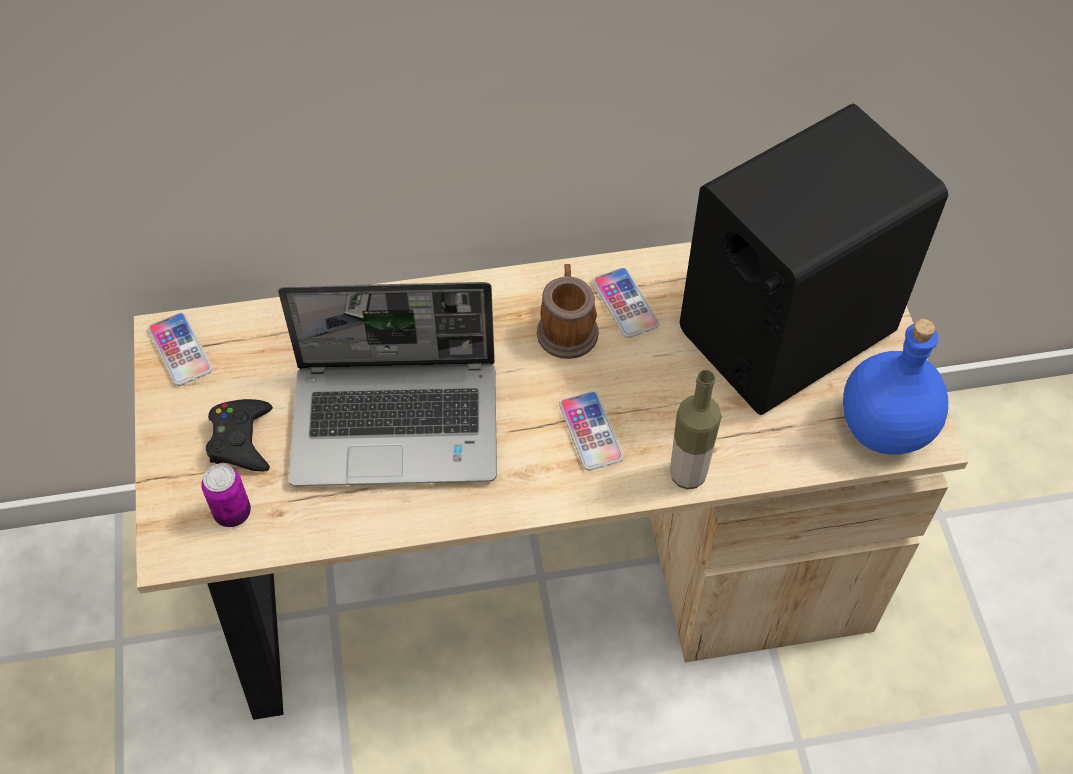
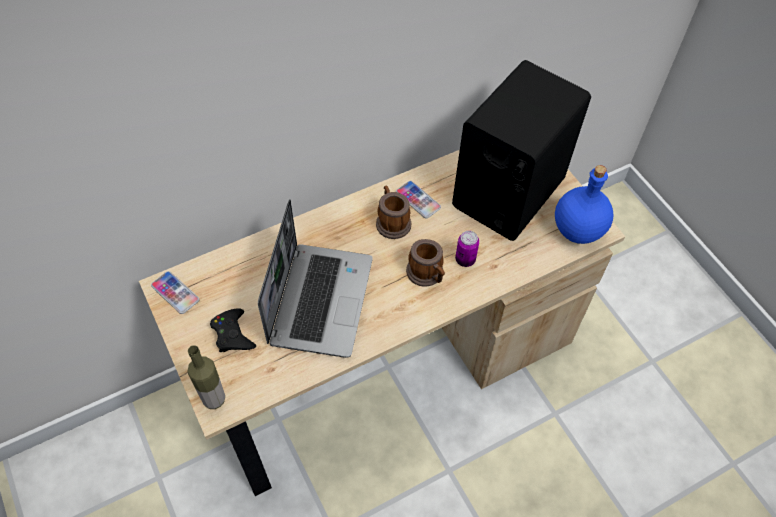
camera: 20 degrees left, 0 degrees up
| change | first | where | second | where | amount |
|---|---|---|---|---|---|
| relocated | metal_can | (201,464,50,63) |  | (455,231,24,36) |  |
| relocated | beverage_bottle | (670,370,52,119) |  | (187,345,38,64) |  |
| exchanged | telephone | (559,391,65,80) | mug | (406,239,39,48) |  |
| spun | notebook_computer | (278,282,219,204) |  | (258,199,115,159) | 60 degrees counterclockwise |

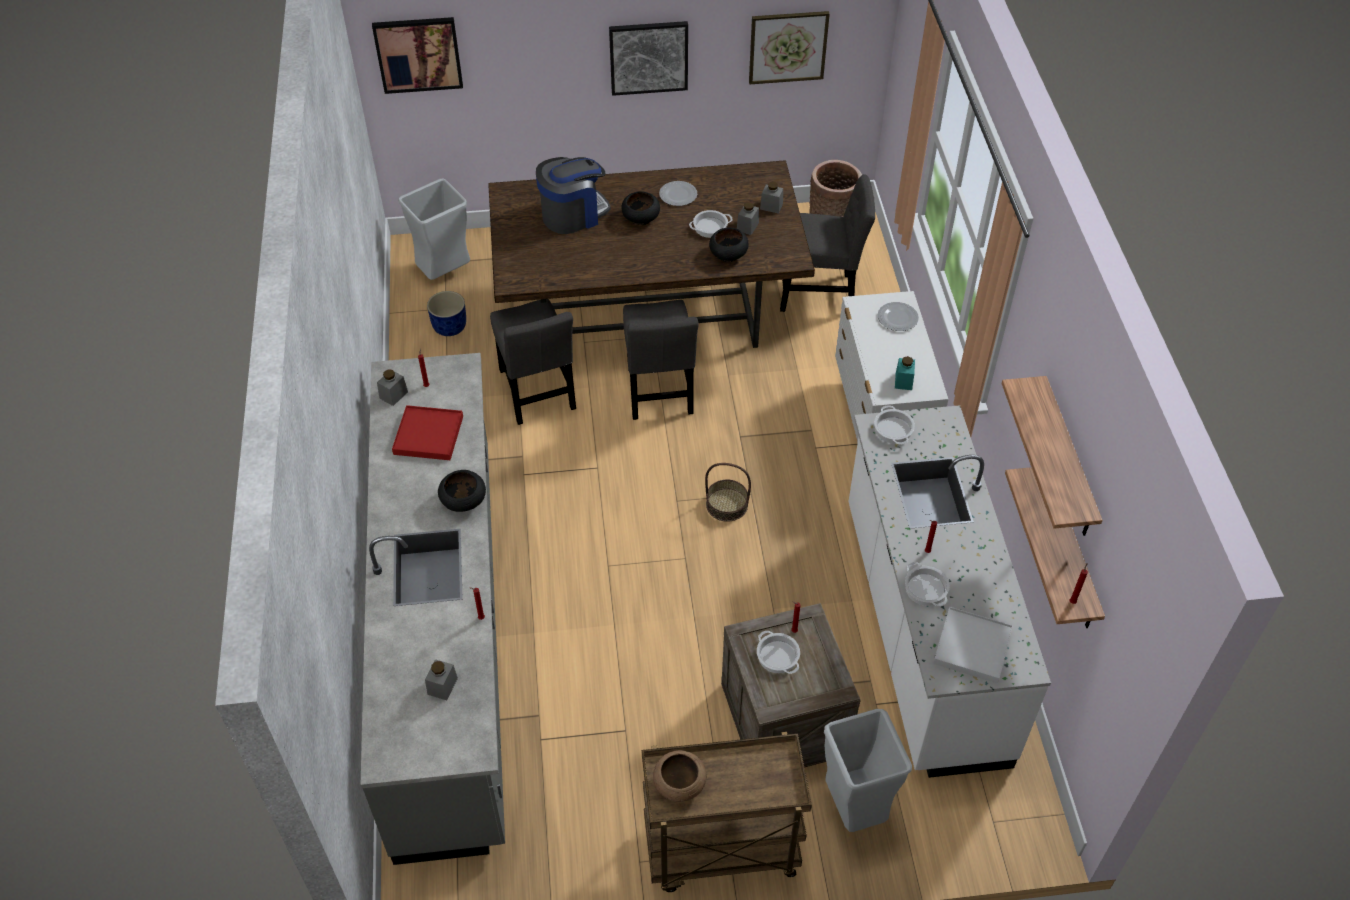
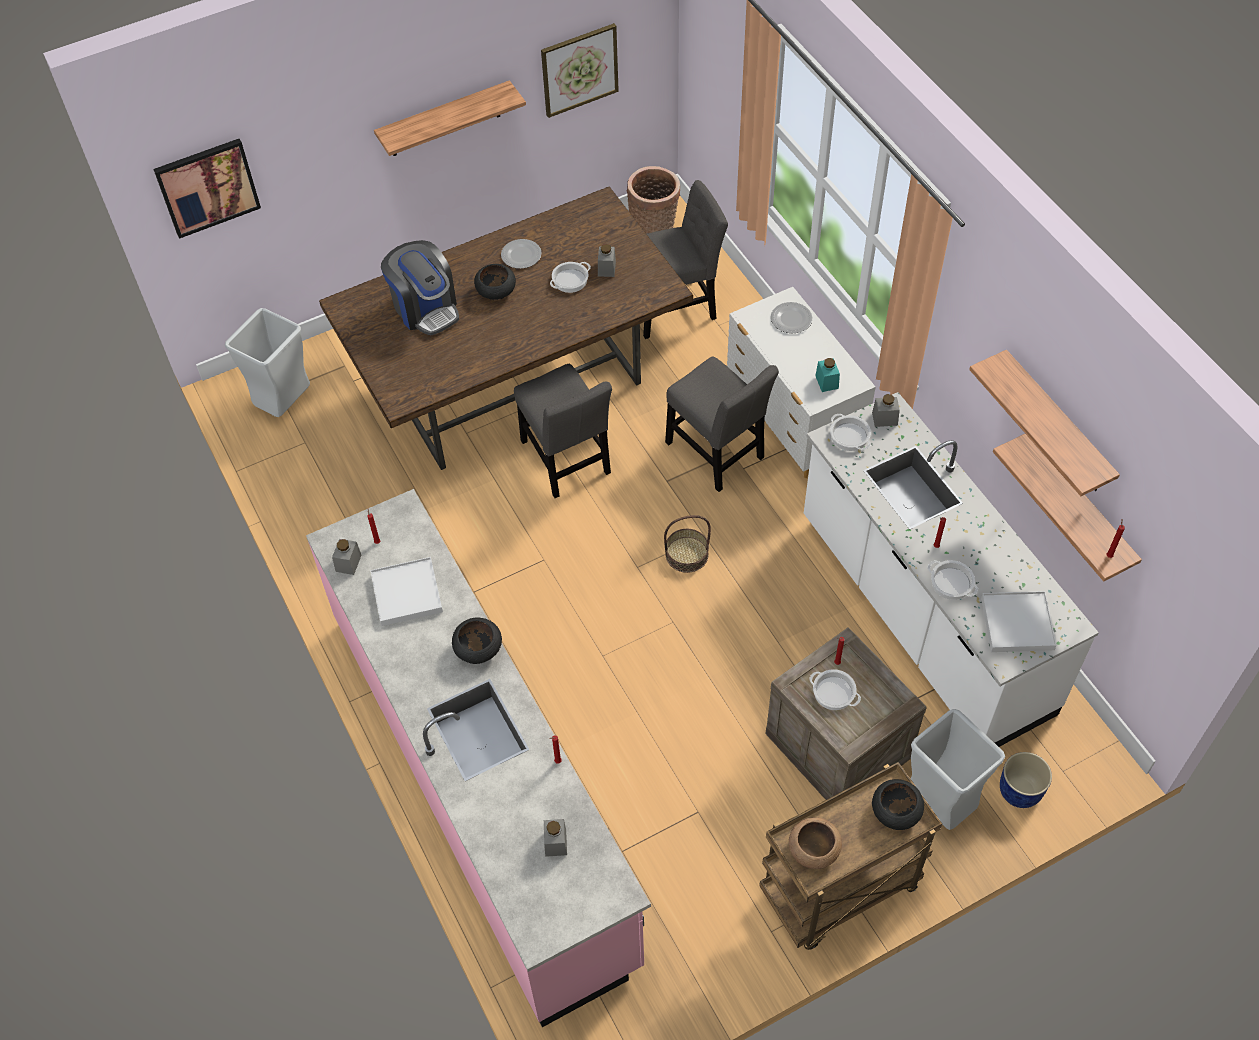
camera: 20 degrees left, 5 degrees up
| change | first | where | second | where | amount |
|---|---|---|---|---|---|
| relocated | bluish_flower_pot | (427,291,39,45) |  | (1000,752,52,56) |  |
| relocated | grey_chair | (490,299,86,126) |  | (665,356,114,136) |  |
| relocated | black_serving_bowl | (709,227,39,35) |  | (872,779,52,51) |  |
| relocated | grey_storage_jar | (760,182,23,32) |  | (872,394,28,33) |  |
| exchanged | wall_picture | (609,21,79,75) | wall_shelf | (374,80,152,76) |  |
| colour | grey_kitchen_base_unit | (361,353,144,512) | pink-coloured_kitchen_base_unit | (306,489,345,538) |  |
| colour | reddish_serving_tray | (392,405,71,55) | white-coloured_serving_tray | (370,557,73,69) |  |
| spun | coffee_brewer | (536,157,75,77) |  | (381,240,78,95) | 105 degrees clockwise |

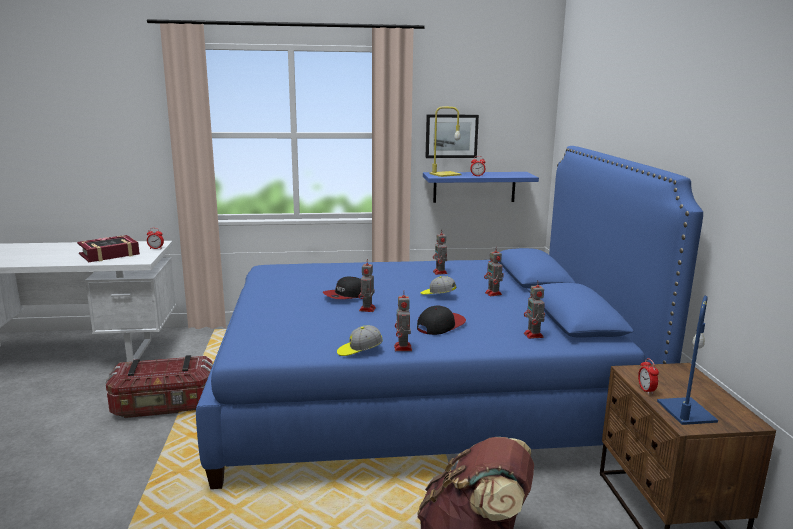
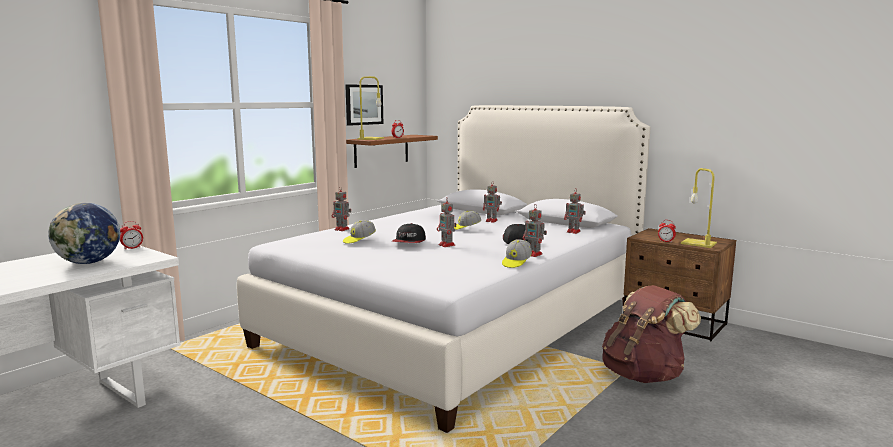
camera: 45 degrees left, 5 degrees down
| change | first | where | second | where | amount |
|---|---|---|---|---|---|
| missing | storage_container | (106,355,107,63) |  |  |  |
| appeared |  |  | peaked_cap | (343,220,33,24) |  |
| relocated | toy_robot | (433,233,15,42) |  | (332,186,19,45) |  |
| exchanged | book | (77,235,63,27) | desk_globe | (48,203,72,61) |  |
| colour | bluish_bedroom_bed | (196,146,507,343) | white-coloured_bedroom_bed | (237,105,413,328) |  |
| colour | bluish_wall_shelf | (423,172,116,31) | brownish_wall_shelf | (346,135,92,33) |  |
| colour | bluish_lamp_for_a_table | (657,296,61,129) | yellow-coloured_lamp_for_a_table | (681,168,36,80) |  |

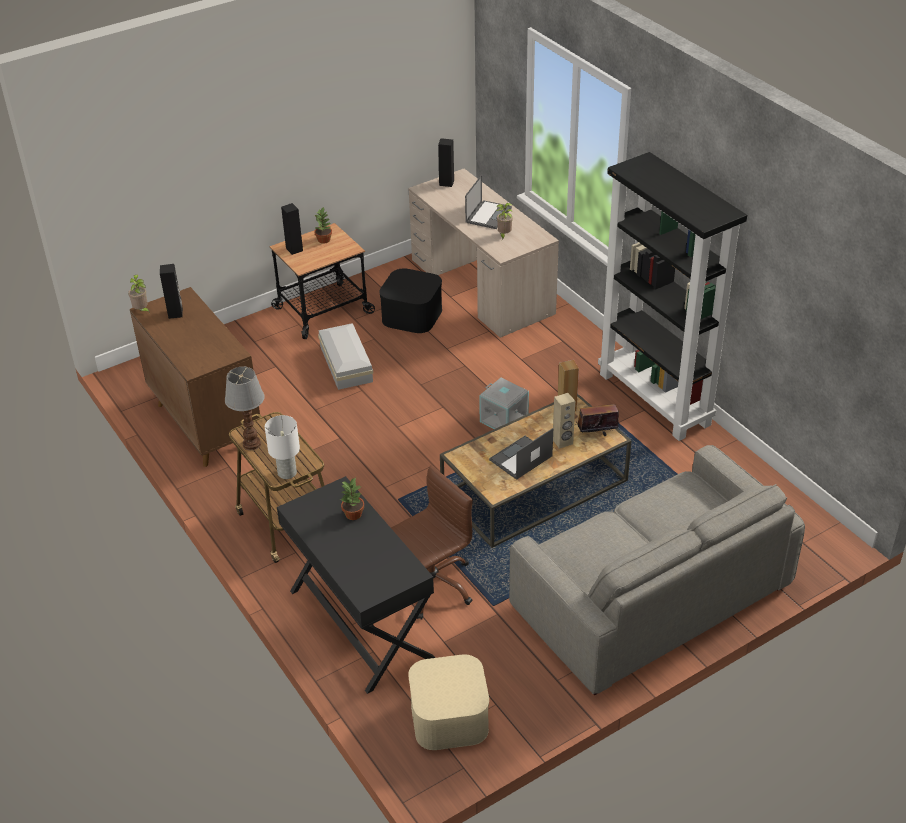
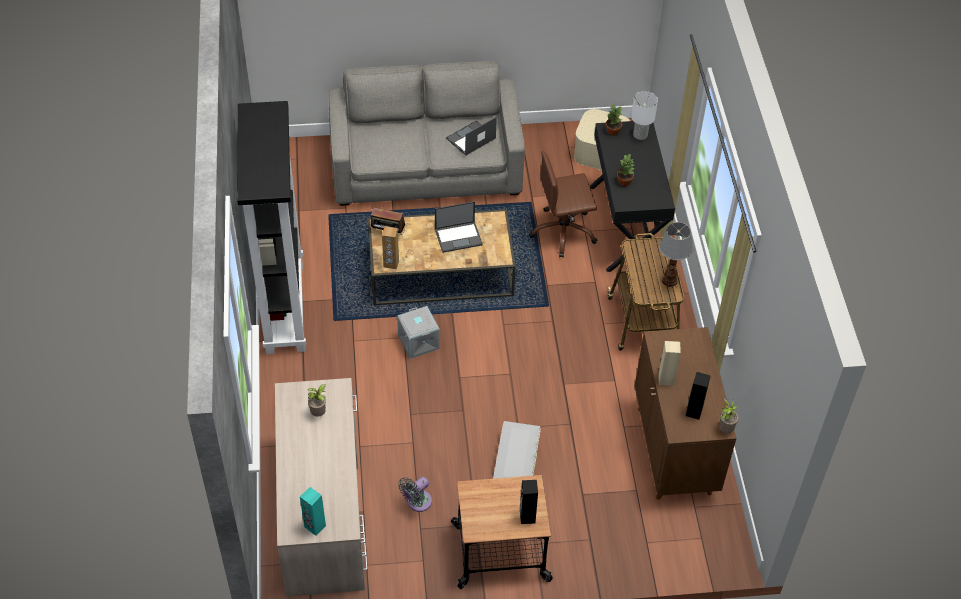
camera: 155 degrees left, 10 degrees up
| change | first | where | second | where | amount |
|---|---|---|---|---|---|
| relocated | white-coloured_lamp_for_a_table | (265,415,35,64) |  | (631,91,27,49) |  |
| relocated | potted_plant | (315,207,17,37) |  | (606,104,17,31) |  |
| relocated | notebook_computer | (465,175,47,54) |  | (446,117,51,39) |  |
| relocated | sand-coloured_speaker | (553,393,22,56) |  | (658,341,23,45) |  |
| exchanged | black_storage_container | (379,268,63,65) | grey_cooling_fan | (398,477,34,35) |  |
| colour | black_speaker | (438,138,16,49) | turquoise-coloured_speaker | (300,487,26,49) |  |

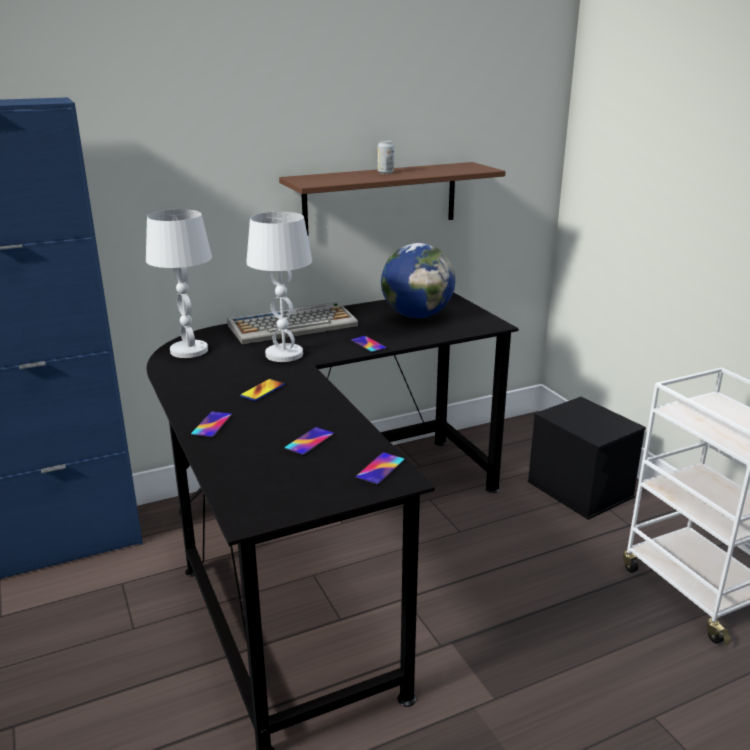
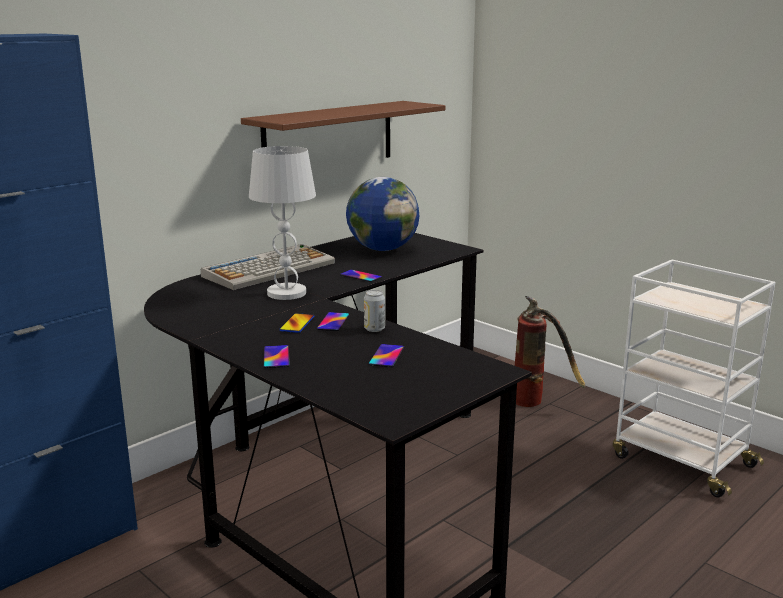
camera: 20 degrees left, 5 degrees down
| change | first | where | second | where | amount |
|---|---|---|---|---|---|
| missing | white-coloured_lamp_for_a_table | (146,209,66,149) |  |  |  |
| relocated | telephone | (355,452,50,33) |  | (317,312,32,19) |  |
| relocated | metal_can | (377,141,17,33) |  | (364,290,21,42) |  |
| exchanged | black_storage_container | (528,397,118,123) | fire_extinguisher | (515,296,70,111) |  |

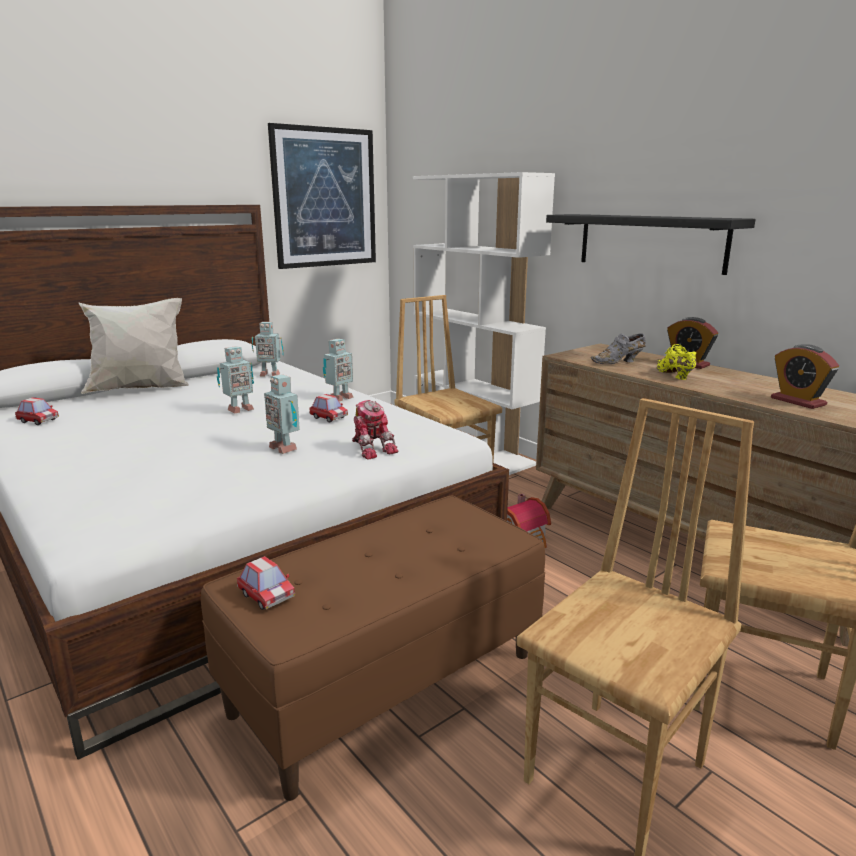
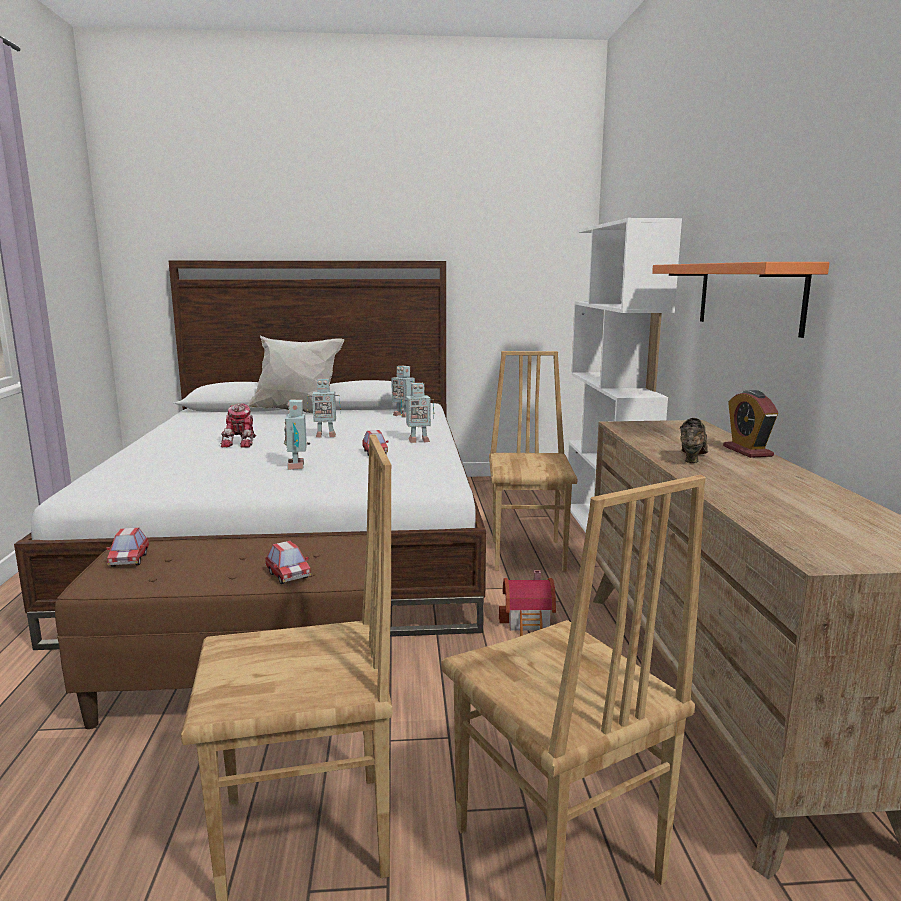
camera: 35 degrees right, 5 degrees down
| change | first | where | second | where | amount |
|---|---|---|---|---|---|
| missing | wall_picture | (268,123,108,146) |  |  |  |
| missing | grey_item_of_footwear | (591,333,55,31) |  |  |  |
| missing | bedside_clock | (771,344,68,65) |  |  |  |
| relocated | toy_car | (15,397,44,28) |  | (265,541,46,43) |  |
| relocated | toy_robot | (352,400,47,60) |  | (221,404,35,44) |  |
| colour | black_wall_shelf | (546,214,210,61) | orange_wall_shelf | (652,262,177,76) |  |
| colour | yellow-coloured_item_of_footwear | (657,344,40,36) | brownish_item_of_footwear | (680,418,28,45) |  |

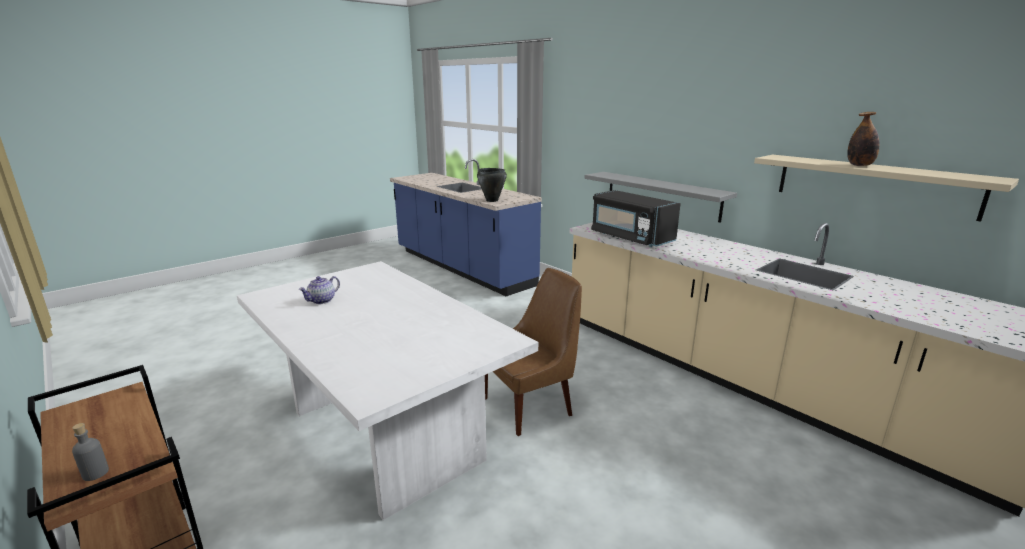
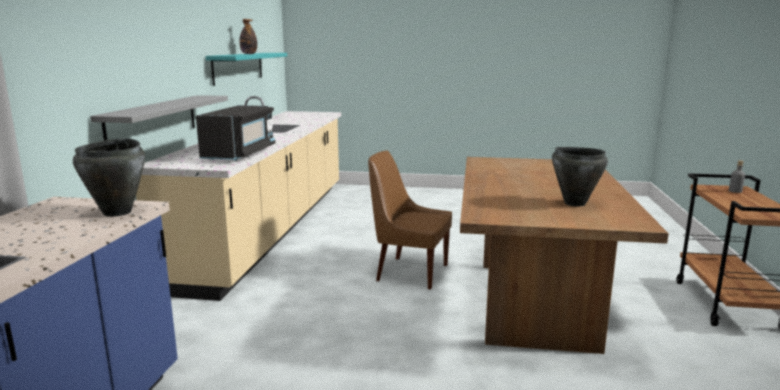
camera: 130 degrees left, 5 degrees down
| change | first | where | second | where | amount |
|---|---|---|---|---|---|
| exchanged | tea_pot | (299,276,41,28) | black_stockpot | (552,147,56,60) |  |
| colour | white-coloured_dinner_table | (237,261,301,259) | brownish_dinner_table | (460,157,209,197) |  |
| colour | sand-coloured_wall_shelf | (754,155,265,66) | turquoise-coloured_wall_shelf | (205,53,82,33) |  |

